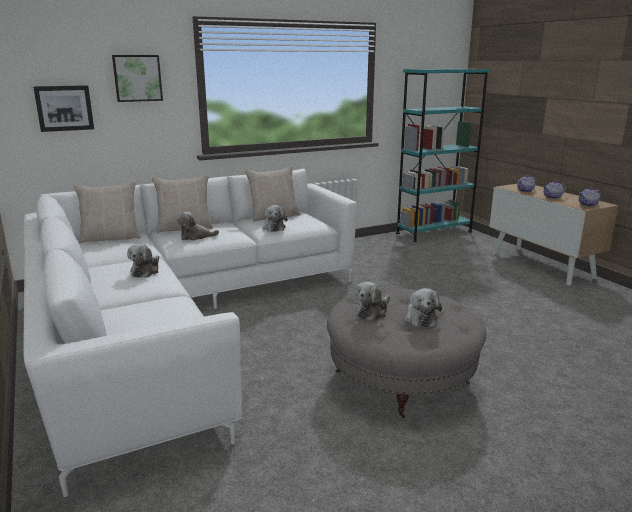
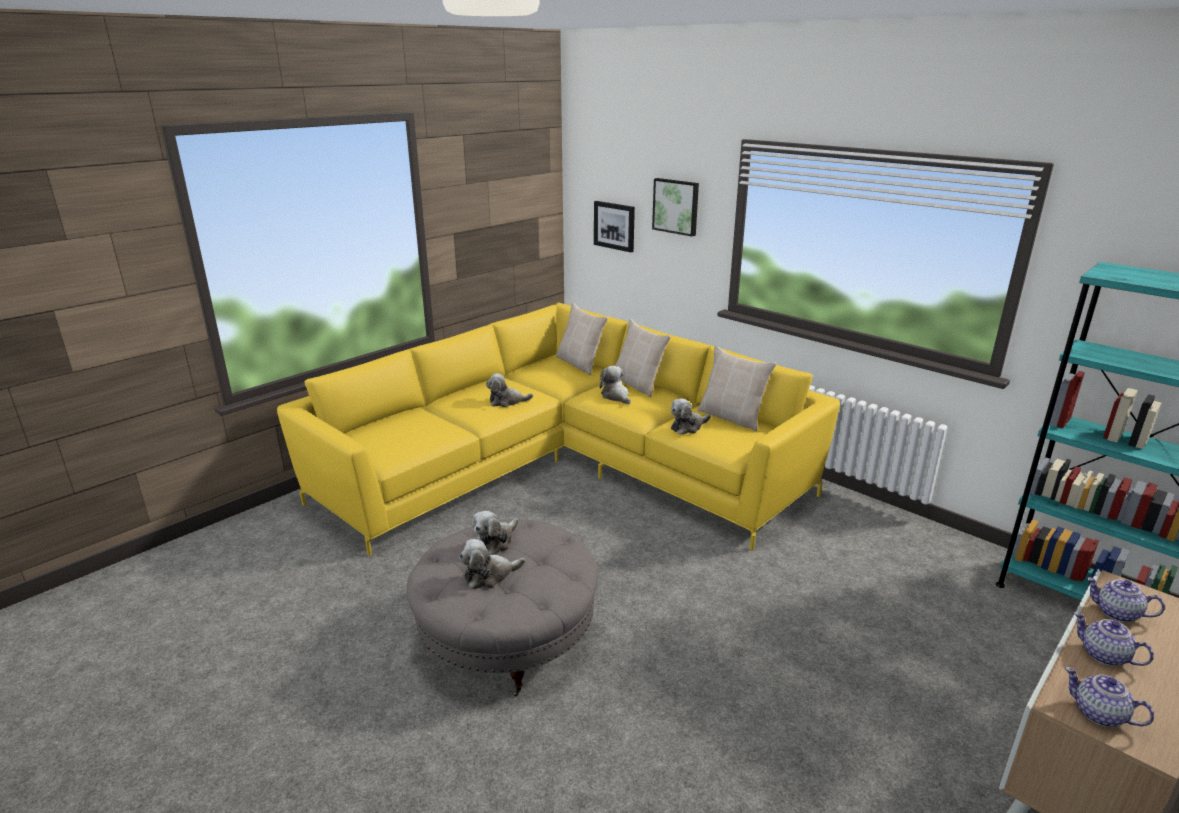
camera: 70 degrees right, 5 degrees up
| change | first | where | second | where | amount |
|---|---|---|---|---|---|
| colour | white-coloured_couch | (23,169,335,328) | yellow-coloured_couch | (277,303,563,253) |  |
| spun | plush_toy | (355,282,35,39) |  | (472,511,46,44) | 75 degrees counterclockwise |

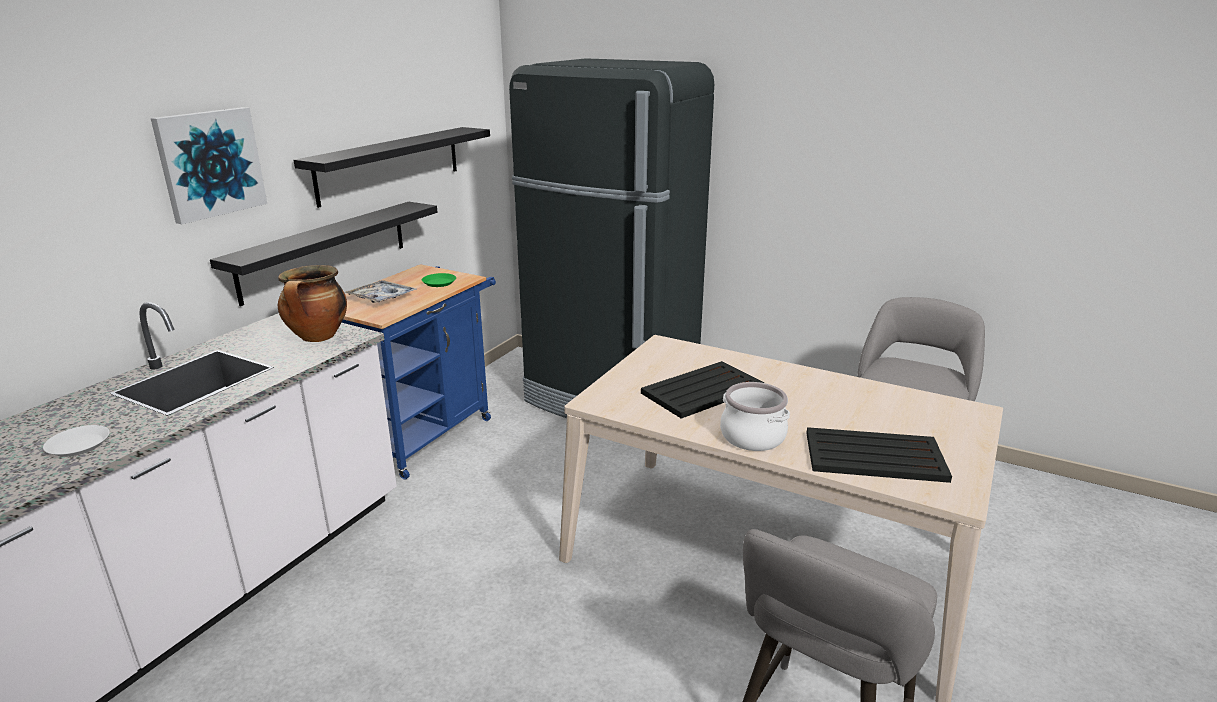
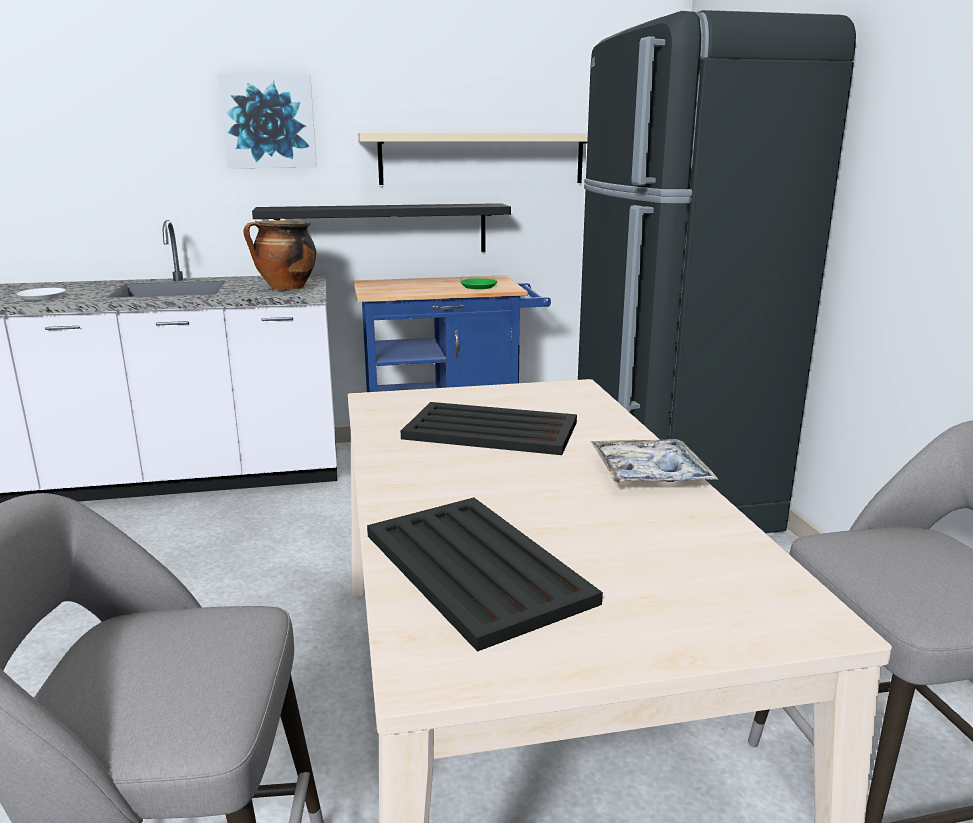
camera: 50 degrees right, 5 degrees down
| change | first | where | second | where | amount |
|---|---|---|---|---|---|
| missing | stockpot | (720,382,70,69) |  |  |  |
| relocated | serving_tray | (345,280,71,23) |  | (590,439,128,44) |  |
| colour | black_wall_shelf | (293,127,197,81) | sand-coloured_wall_shelf | (358,132,230,53) |  |

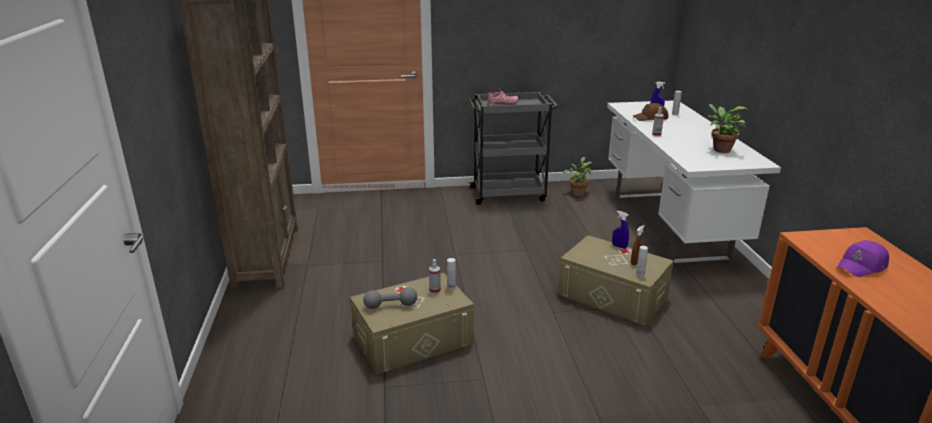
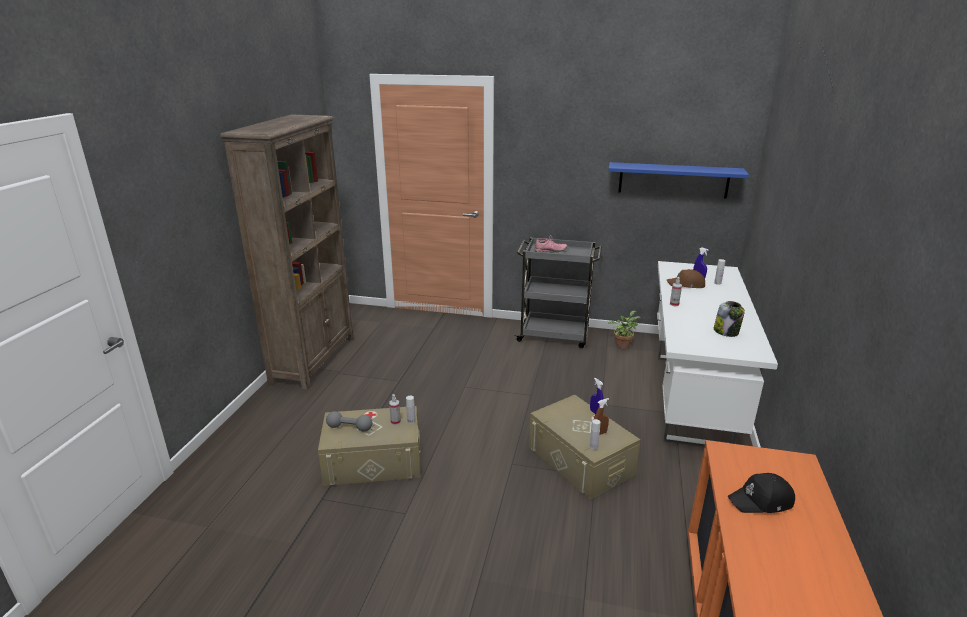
camera: 20 degrees right, 0 degrees up
| change | first | where | second | where | amount |
|---|---|---|---|---|---|
| appeared |  |  | bluish_wall_shelf | (608,162,141,36) |  |
| exchanged | potted_plant | (708,104,41,49) | storage_jar | (714,301,31,36) |  |
| colour | purplish_peaked_cap | (837,240,52,37) | black_peaked_cap | (728,473,67,40) |  |

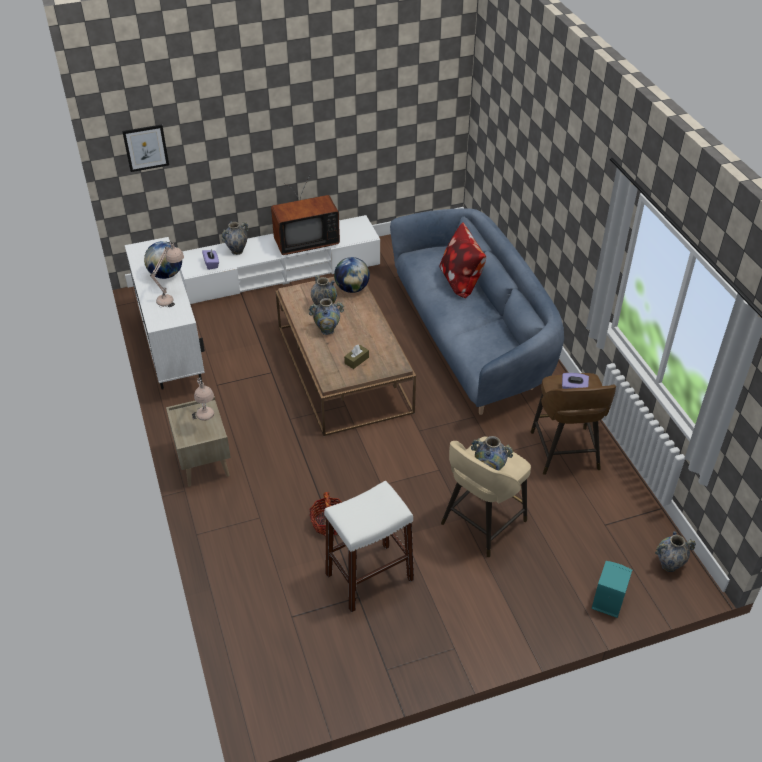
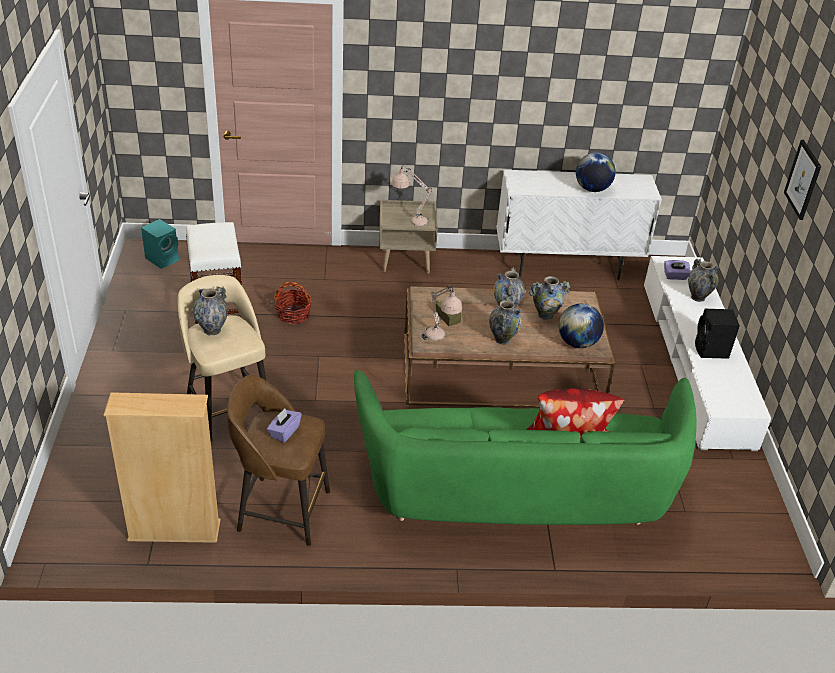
camera: 105 degrees right, 5 degrees down
| change | first | where | second | where | amount |
|---|---|---|---|---|---|
| appeared |  |  | sand-coloured_bookshelf | (104,392,116,151) |  |
| relocated | wall_picture | (122,125,47,47) |  | (784,140,37,80) |  |
| relocated | sand-coloured_lamp_for_a_table | (150,241,34,66) |  | (421,286,41,54) |  |
| relocated | turquoise-coloured_speaker | (591,561,41,57) |  | (141,219,38,50) |  |
| relocated | flower_vase | (655,531,41,41) |  | (489,297,33,48) |  |
| exchanged | television | (271,176,69,79) | black_speaker | (695,308,45,51) |  |
| colour | bluish_couch | (390,208,174,207) | green-coloured_couch | (354,370,342,155) |  |

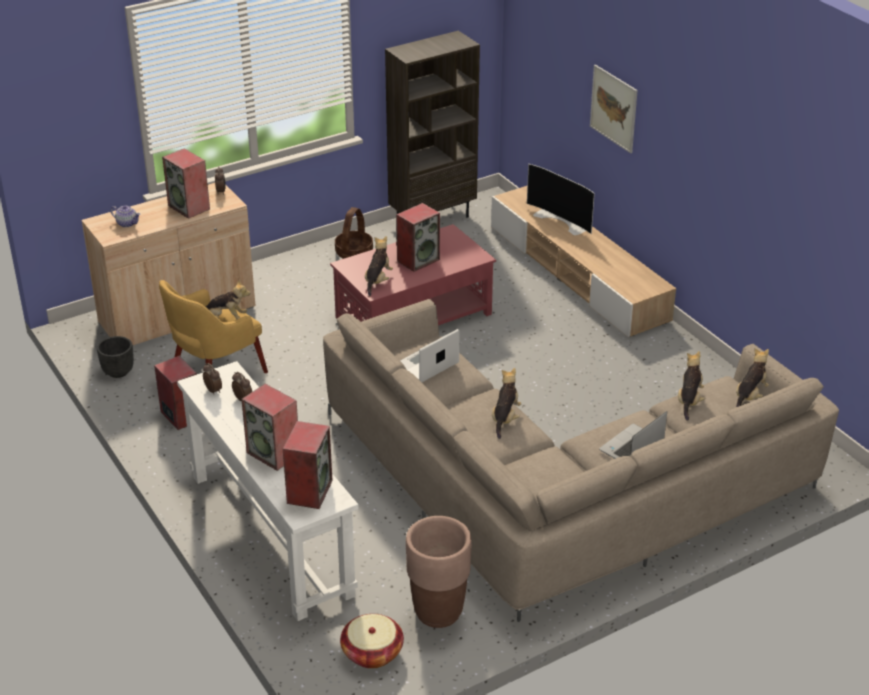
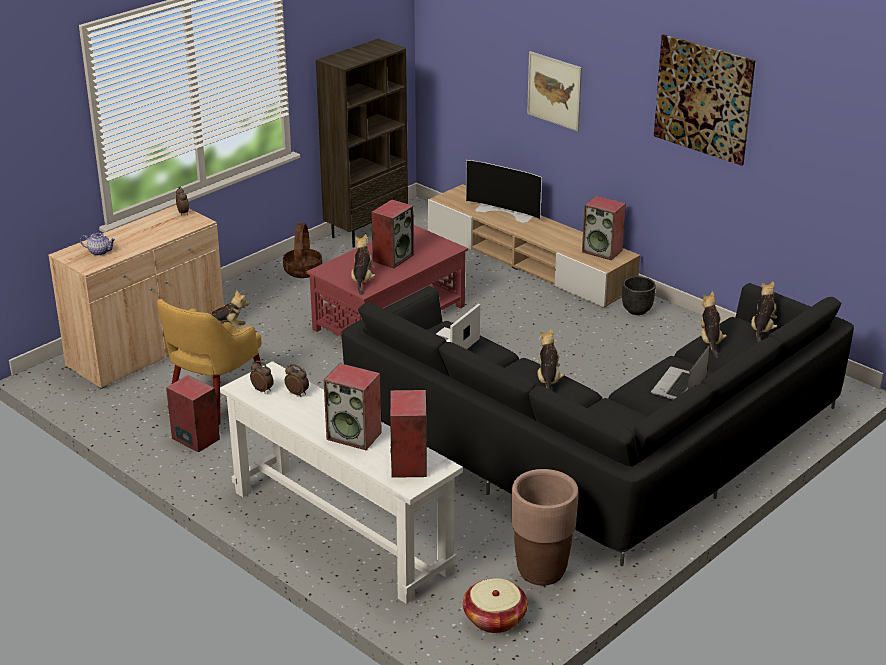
camera: 15 degrees left, 5 degrees down
| change | first | where | second | where | amount |
|---|---|---|---|---|---|
| appeared |  |  | wall_picture | (654,34,101,132) |  |
| relocated | black_flower_pot | (97,336,37,42) |  | (622,276,34,39) |  |
| relocated | speaker | (162,148,48,71) |  | (582,196,44,64) |  |
| colour | sand-coloured_couch | (323,299,516,323) | black_couch | (341,283,513,283) |  |

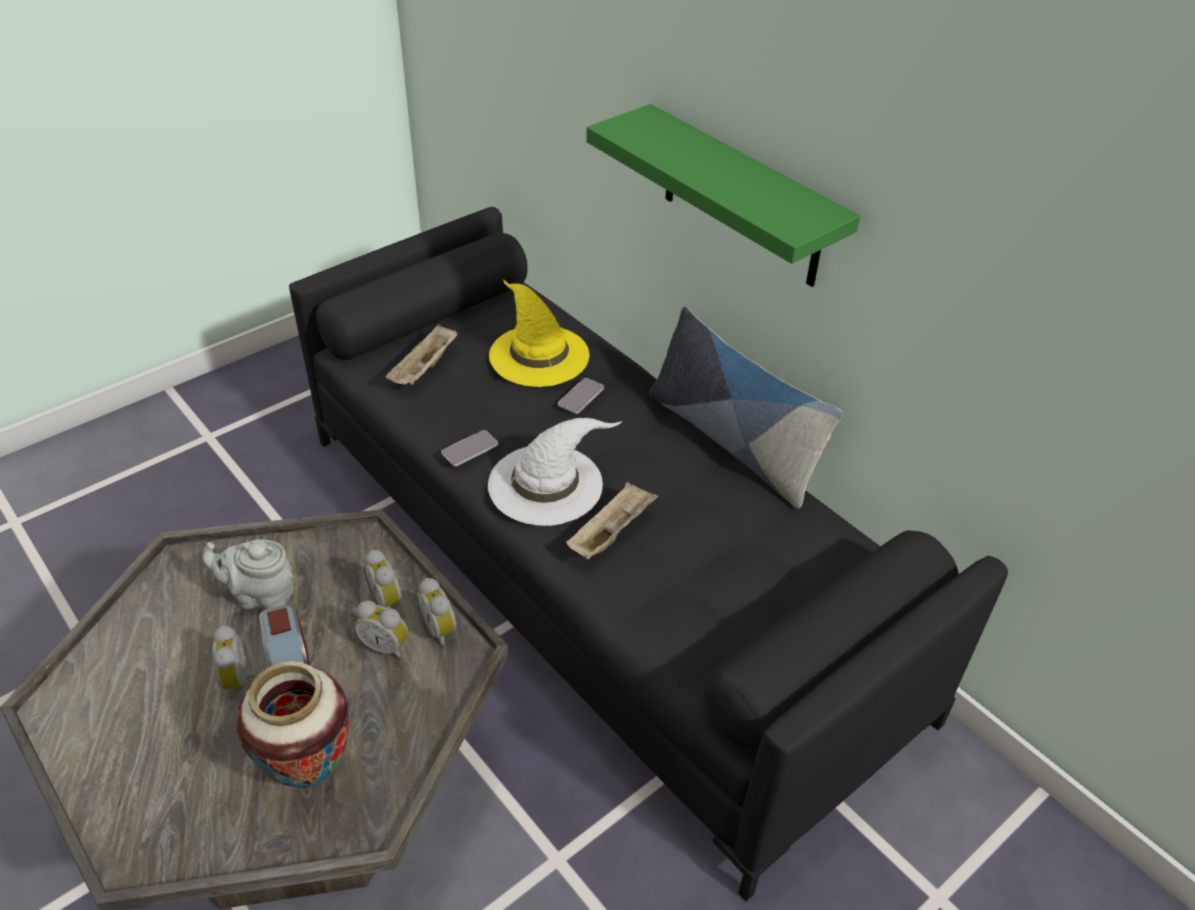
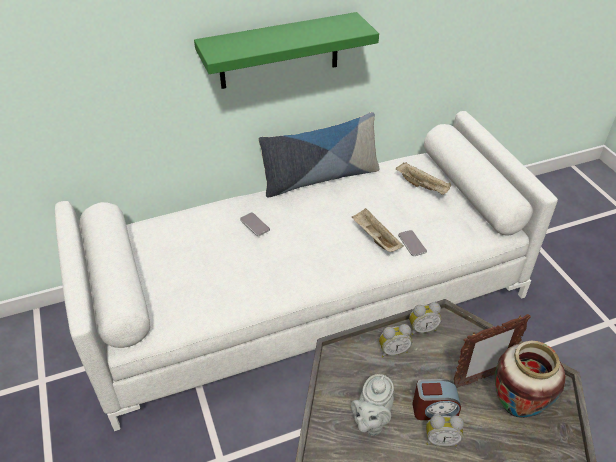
camera: 70 degrees left, 0 degrees up
| change | first | where | second | where | amount |
|---|---|---|---|---|---|
| missing | bedside_clock | (354,600,54,59) |  |  |  |
| missing | white-coloured_hat | (488,418,135,108) |  |  |  |
| missing | yellow-coloured_hat | (489,279,100,108) |  |  |  |
| appeared |  |  | picture_frame | (454,314,77,74) |  |
| relocated | sand-coloured_serving_tray | (386,324,72,61) |  | (396,162,55,33) |  |
| relocated | telephone | (441,430,57,36) |  | (398,230,29,26) |  |
| colour | black_couch | (289,207,719,695) | white-coloured_couch | (55,111,503,320) |  |

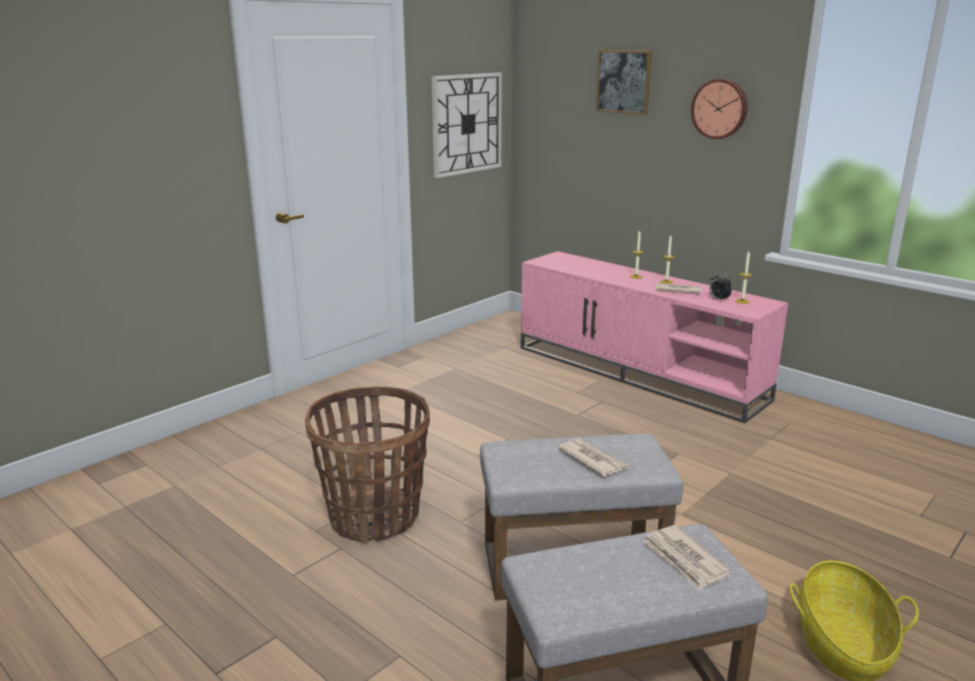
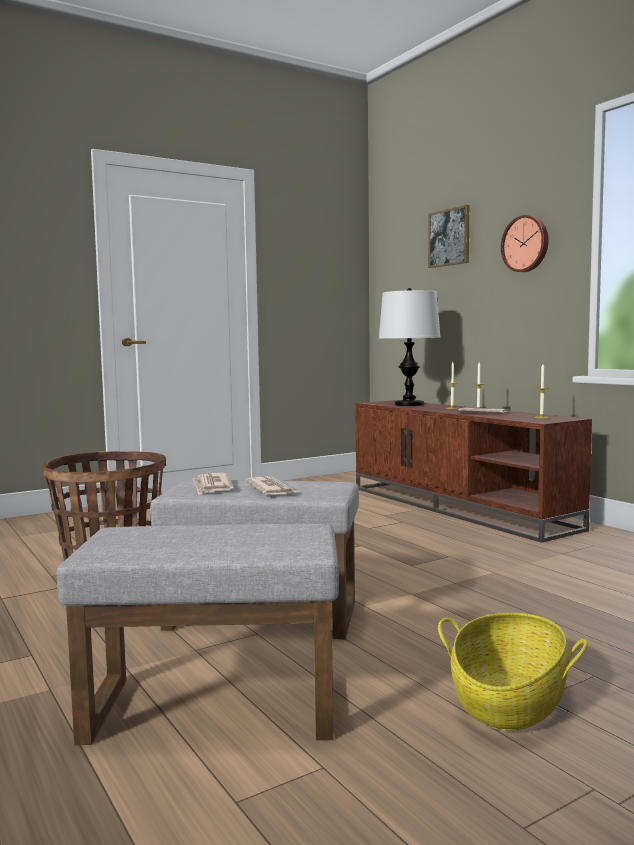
camera: 15 degrees right, 15 degrees down
| change | first | where | second | where | amount |
|---|---|---|---|---|---|
| missing | clock_on_the_wall | (431,73,71,105) |  |  |  |
| missing | bedside_clock | (709,273,23,29) |  |  |  |
| appeared |  |  | lamp_for_a_table | (379,288,62,118) |  |
| relocated | newspaper | (643,525,88,66) |  | (193,473,40,22) |  |
| colour | pink-coloured_media_console | (521,251,267,172) | brownish_media_console | (355,400,237,143) |  |

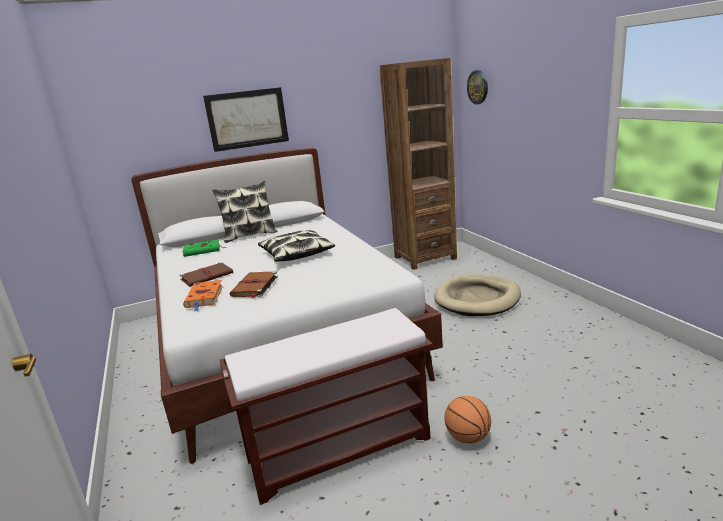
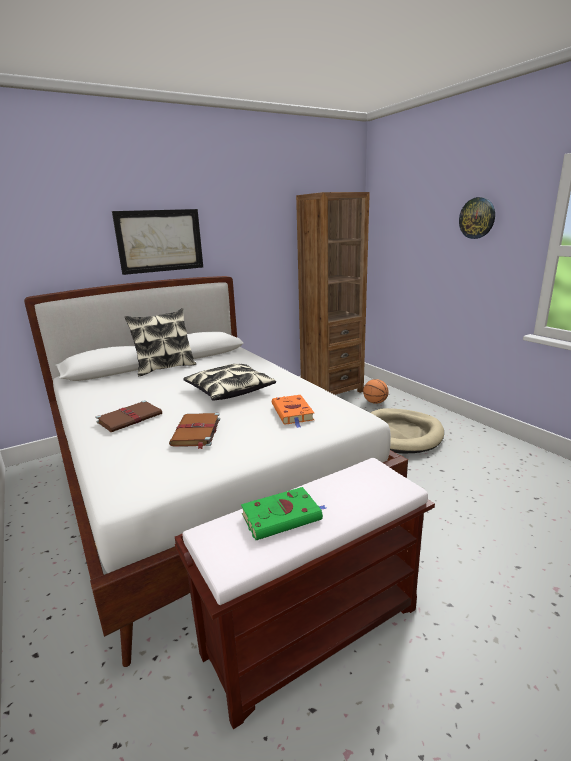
camera: 10 degrees left, 0 degrees up
| change | first | where | second | where | amount |
|---|---|---|---|---|---|
| relocated | green-coloured_book | (182,239,44,18) |  | (241,487,85,53) |  |
| relocated | orange_book | (183,280,40,32) |  | (272,395,42,33) |  |
| relocated | basketball | (444,396,47,47) |  | (363,379,26,25) |  |
| relocated | clock_on_the_wall | (467,70,21,34) |  | (459,197,36,42) |  |

